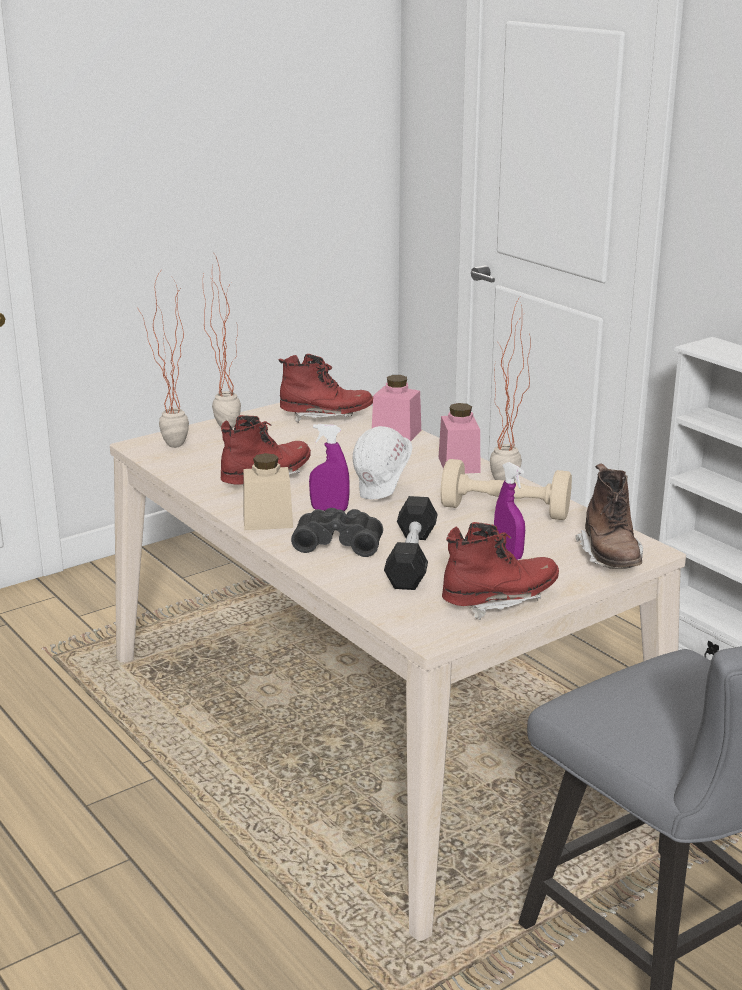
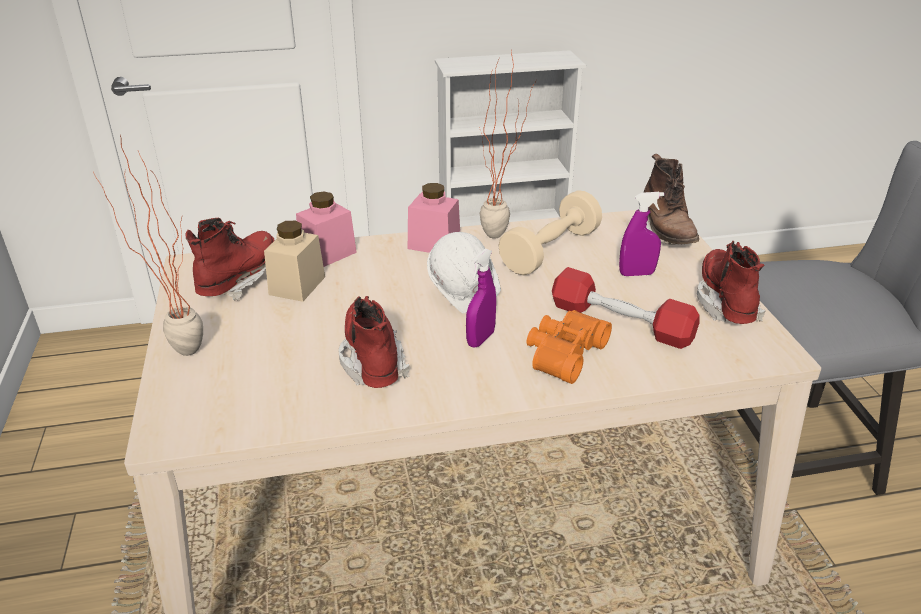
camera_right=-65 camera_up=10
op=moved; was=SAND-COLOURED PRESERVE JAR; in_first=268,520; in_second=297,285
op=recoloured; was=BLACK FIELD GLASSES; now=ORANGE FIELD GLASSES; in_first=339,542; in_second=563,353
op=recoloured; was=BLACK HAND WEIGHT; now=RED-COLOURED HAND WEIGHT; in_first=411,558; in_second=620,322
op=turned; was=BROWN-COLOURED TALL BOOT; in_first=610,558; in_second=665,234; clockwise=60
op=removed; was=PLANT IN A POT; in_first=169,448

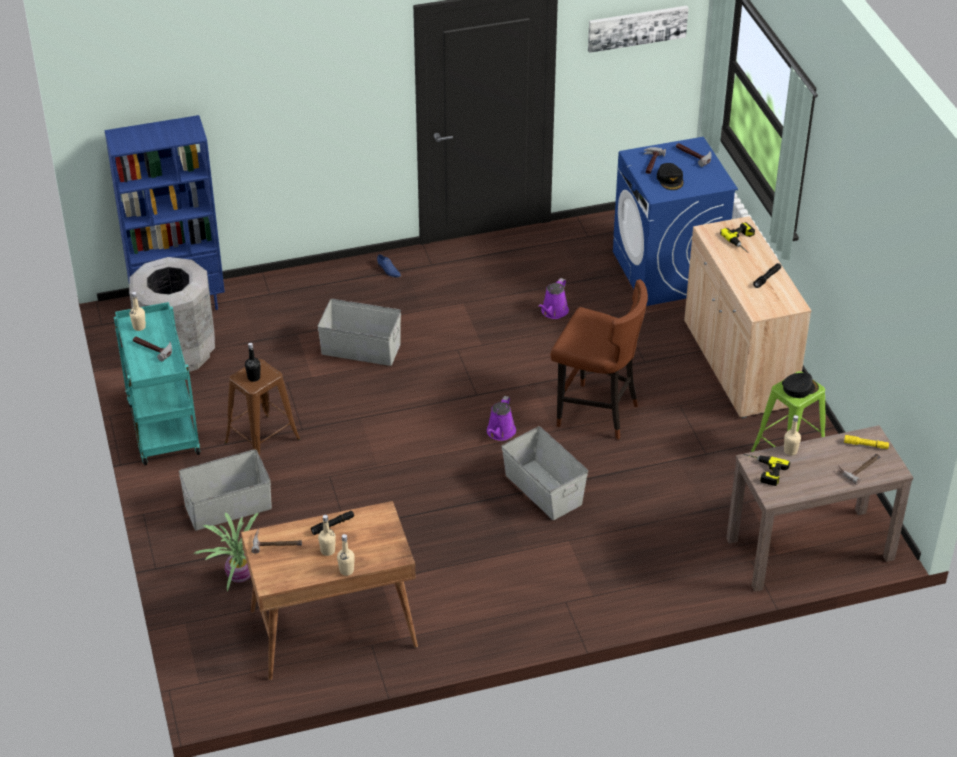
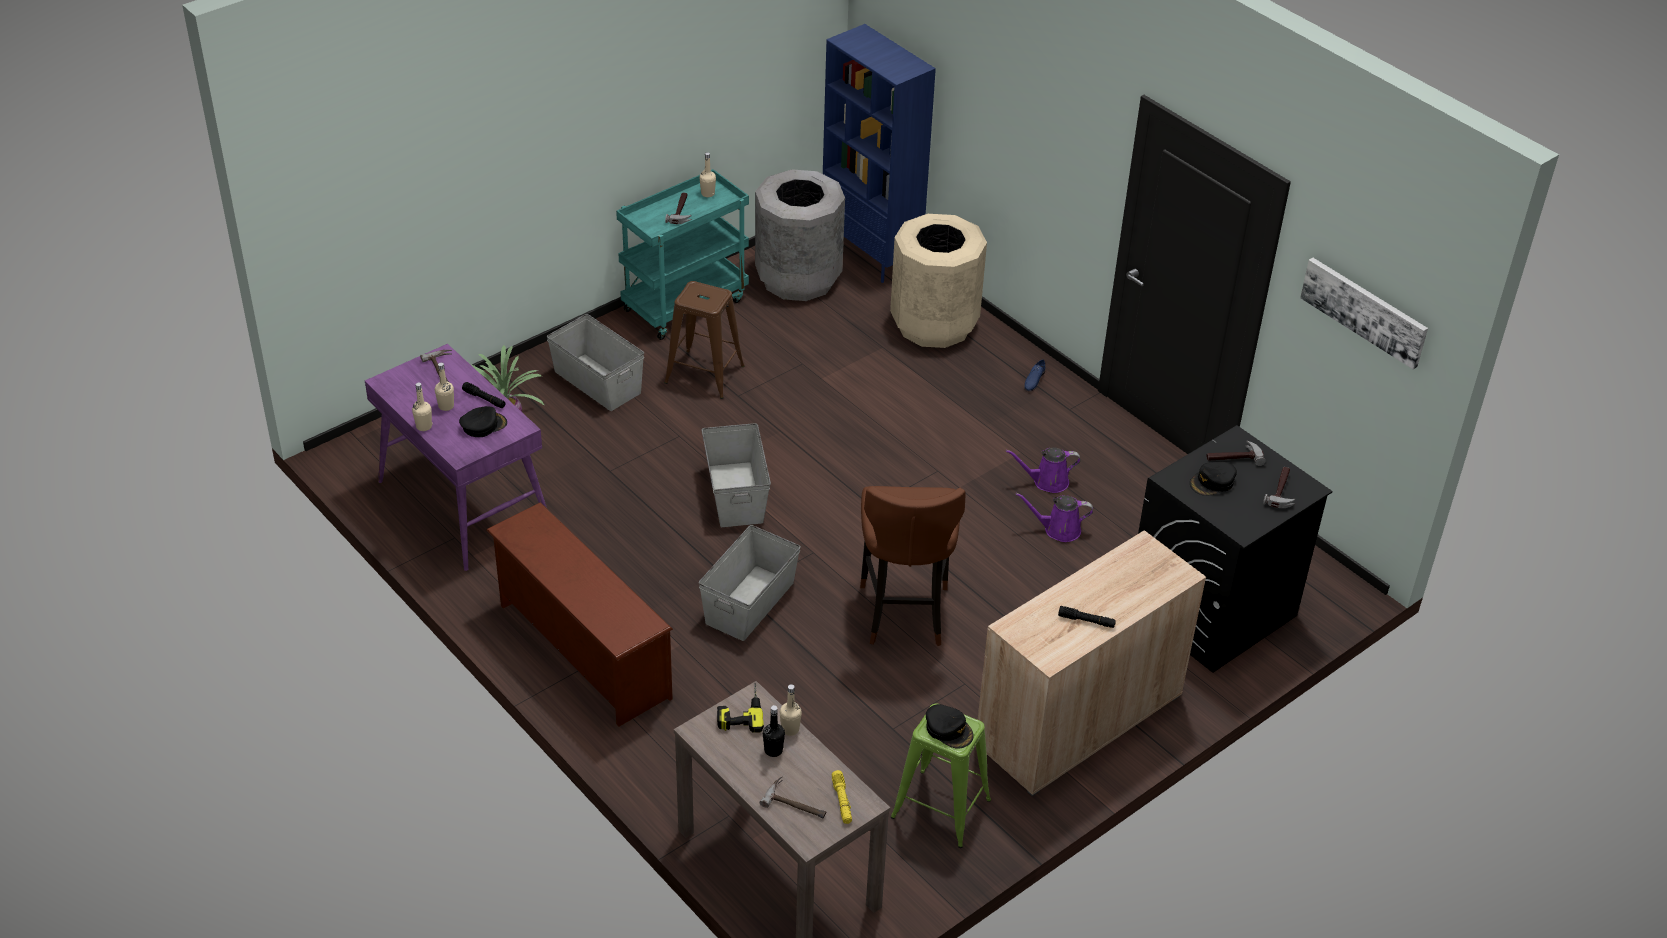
camera_right=65 camera_up=0
op=recoloured; was=BROWN-COLOURED DESK; now=PURPLISH DESK; in_first=332,630; in_second=463,504
op=added; now=BLACK BASEBALL CAP; in_second=483,425
op=added; now=BROWN-COLOURED SHOE STAND; in_second=581,651
op=moved; was=GREY STORAGE CONTAINER; in_first=360,348; in_second=736,493
op=moved; was=BLACK BOTTLE; in_first=254,377; in_second=773,750
op=added; now=SAND-COLOURED WASTE BIN; in_second=934,324
op=moved; was=PURPLISH WATERING CAN; in_first=500,433; in_second=1047,482
op=recoloured; was=BLUISH WASHING MACHINE; now=BLACK WASHING MACHINE; in_first=668,272; in_second=1210,610
op=removed; was=POWER DRILL; in_first=743,241

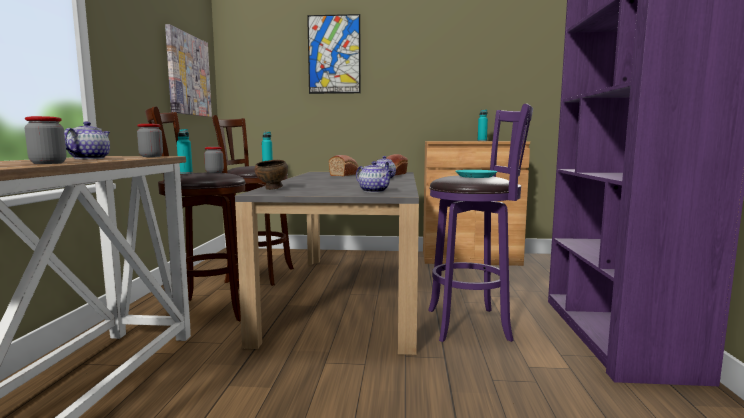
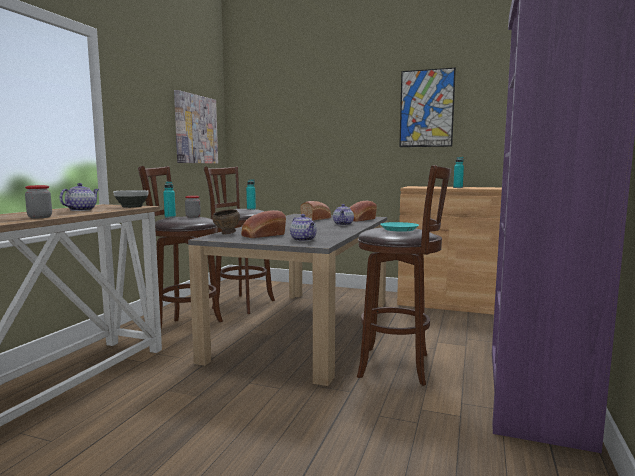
camera_right=15 camera_up=0
op=replaced; was=PRESERVE JAR; now=SERVING BOWL; in_first=151,156; in_second=131,206
op=added; now=BAKED BREAD; in_second=262,235
op=recoloured; was=PURPLISH STOOL; now=BROWN-COLOURED STOOL; in_first=473,324; in_second=399,366
op=moved; was=WALL ART; in_first=334,54; in_second=426,108

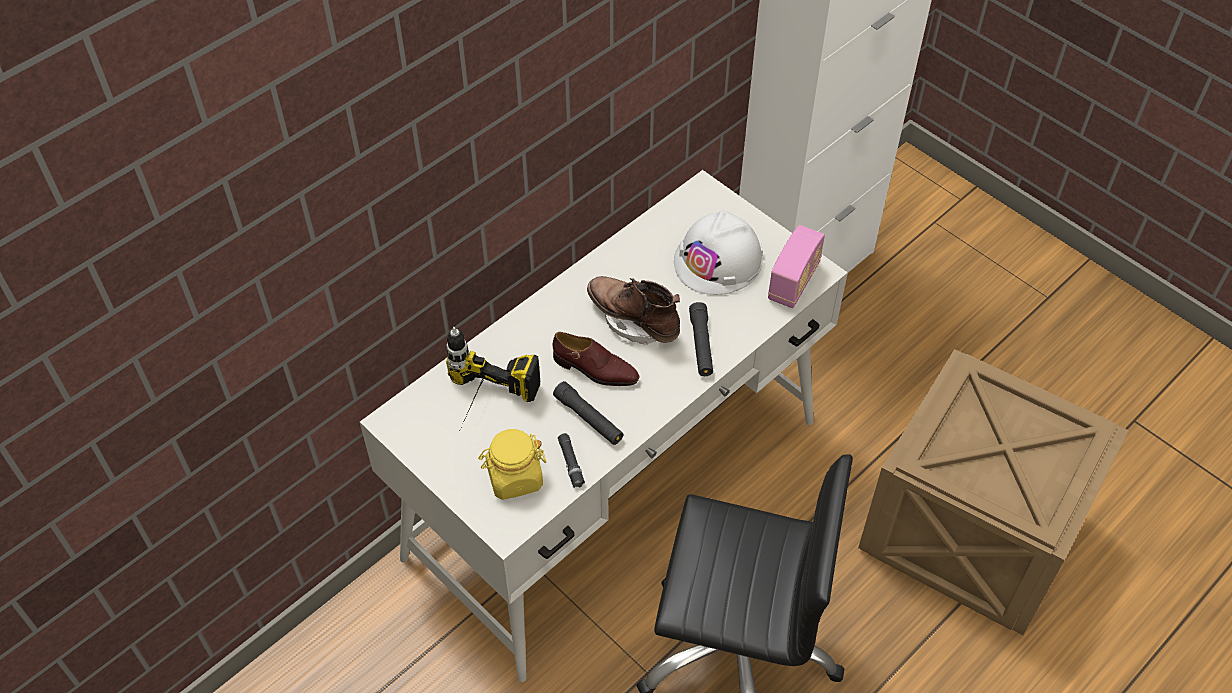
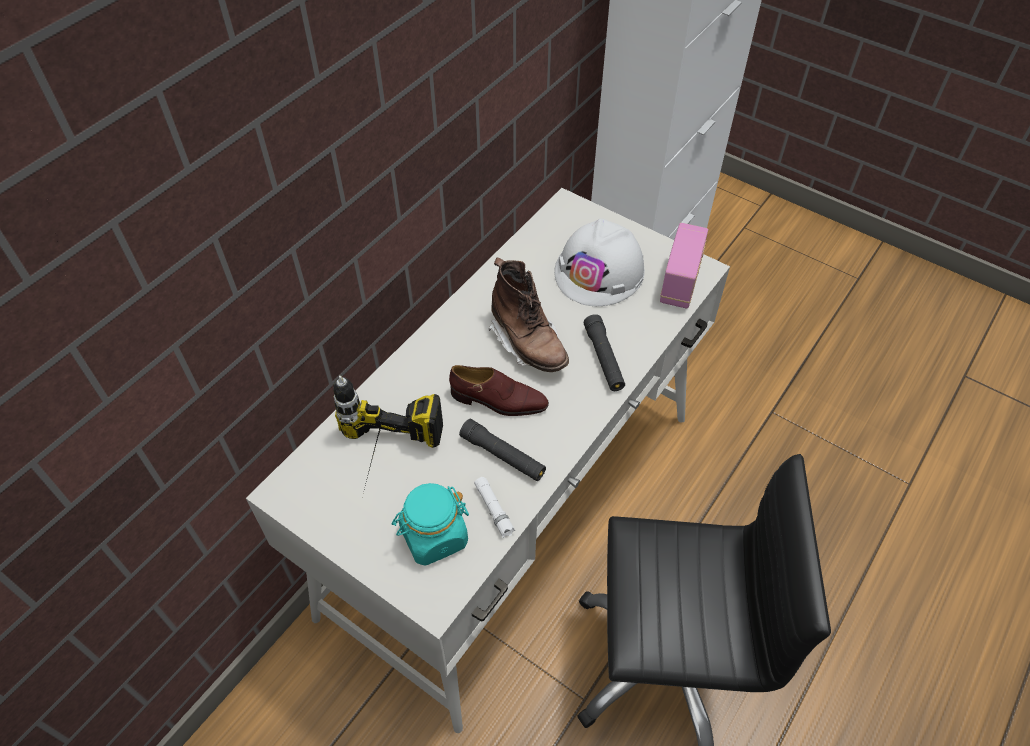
camera_right=-10 camera_up=0
op=recoloured; was=YELLOW PRESERVE JAR; now=TURQUOISE-COLOURED PRESERVE JAR; in_first=514,477; in_second=433,536
op=recoloured; was=BLACK TORCH; now=WHITE-COLOURED TORCH; in_first=571,463; in_second=494,510
op=turned; was=BROWN-COLOURED TALL BOOT; in_first=634,320; in_second=528,343; clockwise=-150
op=removed; was=CRATE; in_first=973,534

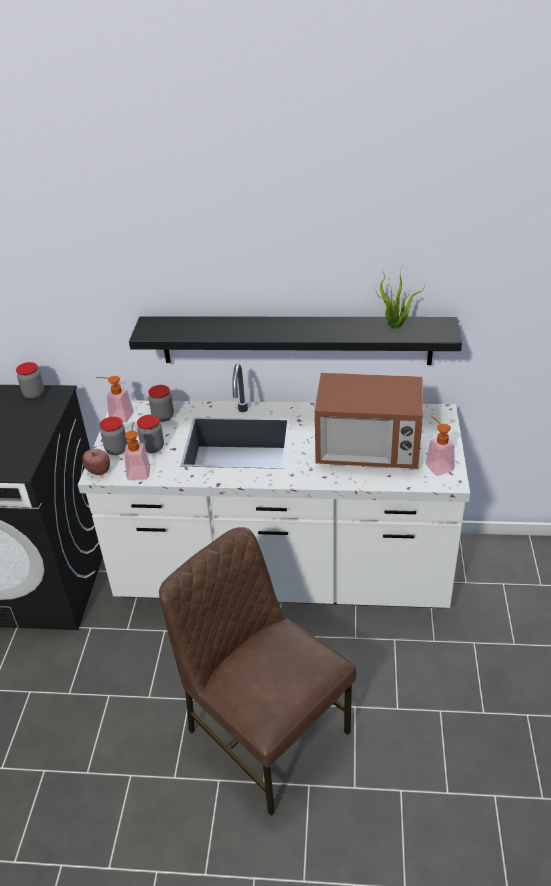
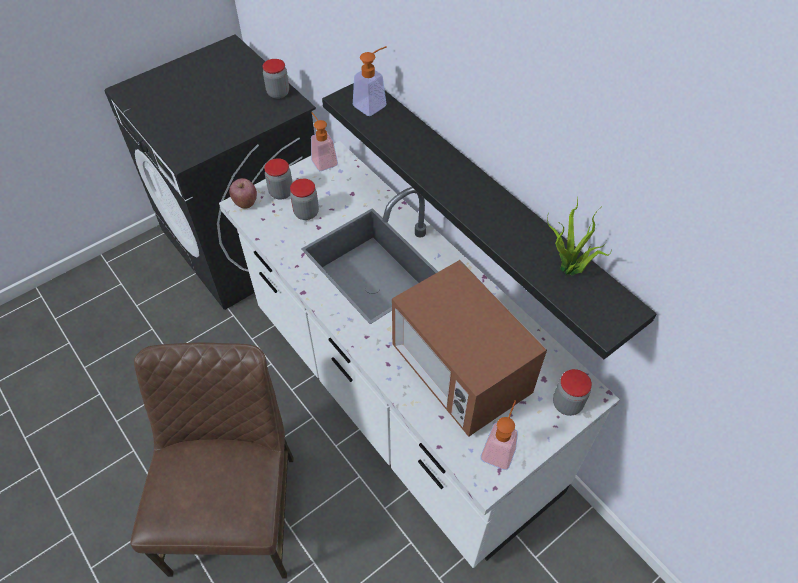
camera_right=45 camera_up=15
op=moved; was=LIQUID SOAP BOTTLE; in_first=139,470; in_second=373,103
op=moved; was=PRESERVE JAR; in_first=163,416; in_second=567,404

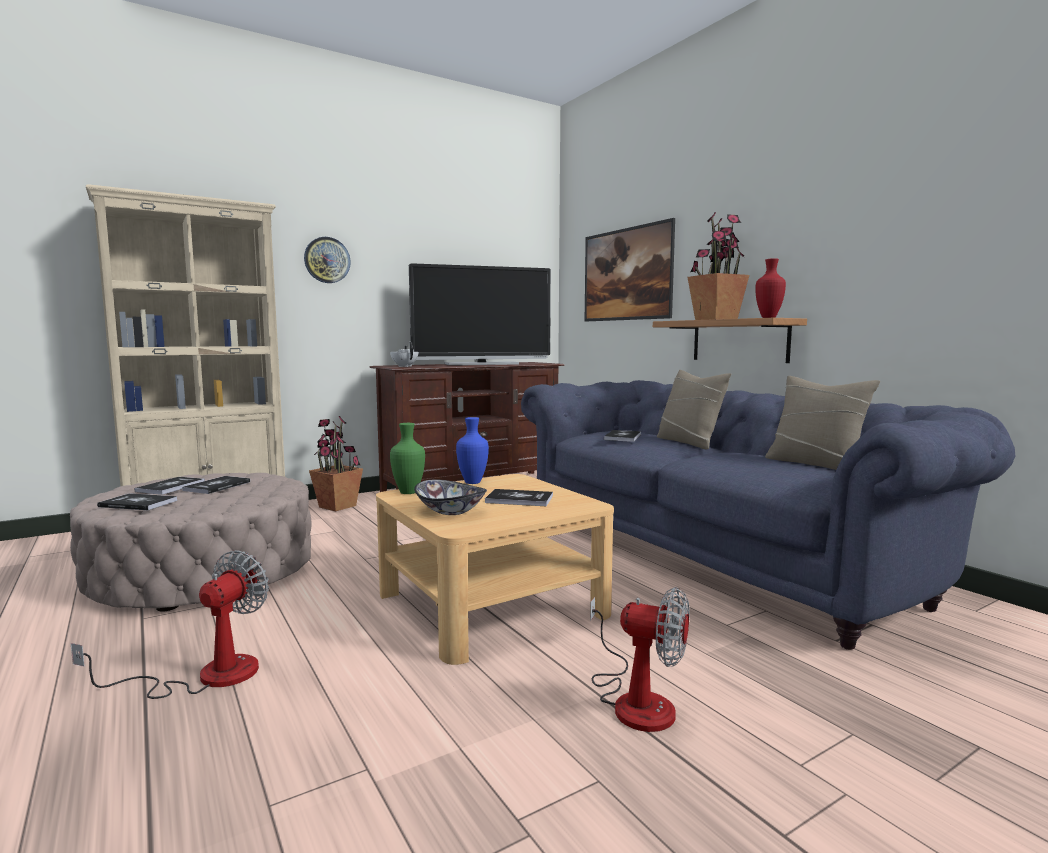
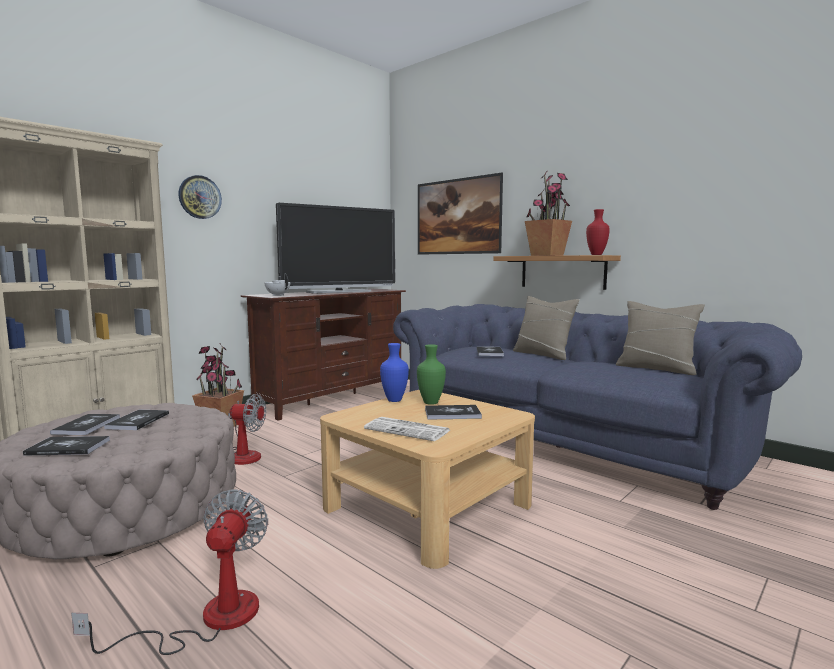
camera_right=-15 camera_up=0
op=moved; was=ELECTRIC FAN; in_first=635,699; in_second=243,454
op=replaced; was=SERVING BOWL; now=PRINTED PAPER; in_first=451,511; in_second=408,430
op=moved; was=GREEN DECORATIVE VASE; in_first=409,492; in_second=431,403

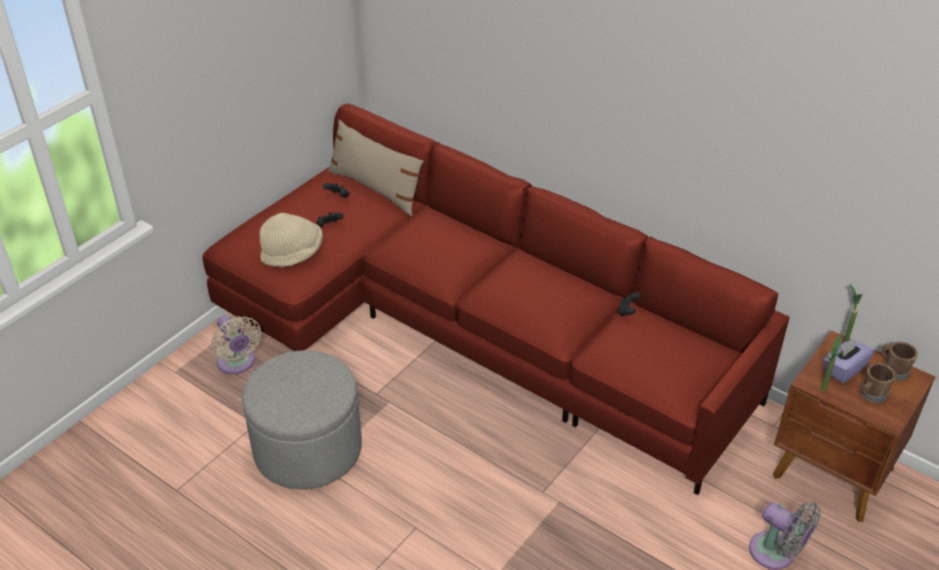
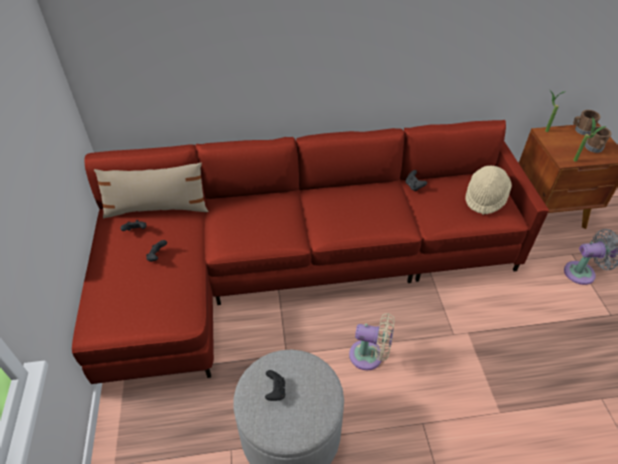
camera_right=-45 camera_up=5
op=added; now=BLACK JOYPAD; in_second=275,391
op=moved; was=SAND-COLOURED ELECTRIC FAN; in_first=237,363; in_second=370,356
op=moved; was=SAND-COLOURED CLOTHING HAT; in_first=293,254; in_second=485,198
op=removed; was=PURPLISH TISSUE BOX; in_first=843,369

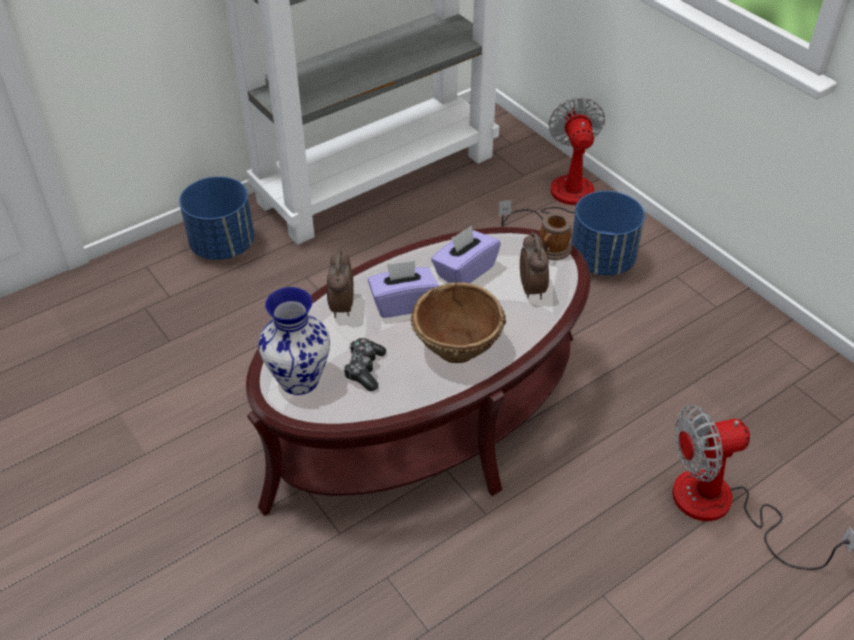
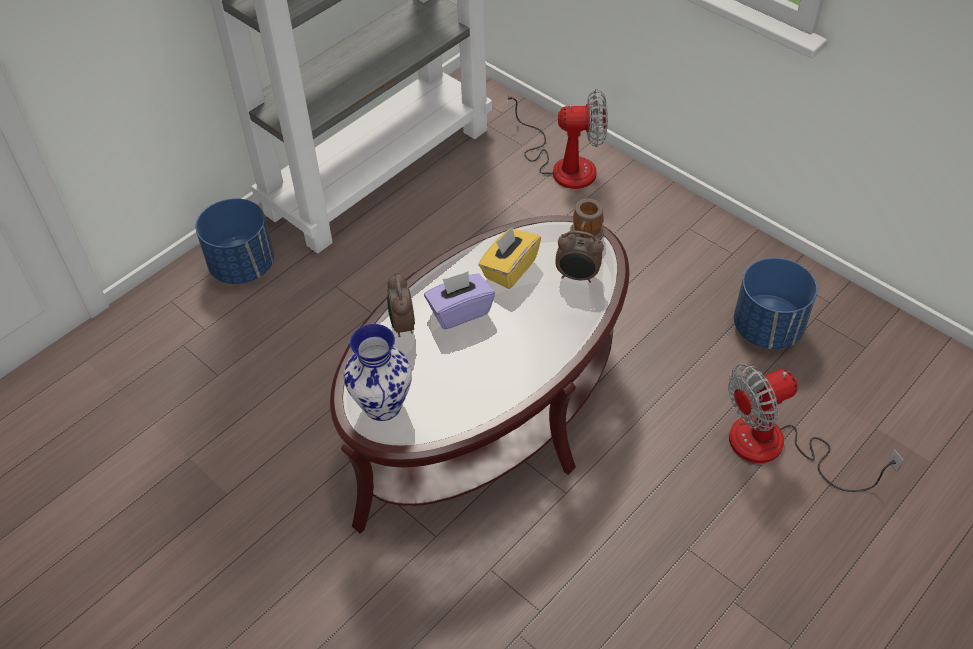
camera_right=-10 camera_up=5
op=recoloured; was=PURPLISH TISSUE BOX; now=YELLOW TISSUE BOX; in_first=464,271; in_second=509,269
op=turned; was=ELECTRIC FAN; in_first=560,198; in_second=563,164; clockwise=105
op=turned; was=TABLE CLOCK; in_first=532,289; in_second=577,277; clockwise=120
op=moved; was=BLUISH FLOWER POT; in_first=602,260; in_second=767,328
op=removed; was=JOYPAD; in_first=364,369
op=removed; was=BROWN-COLOURED SERVING BOWL; in_first=457,349

